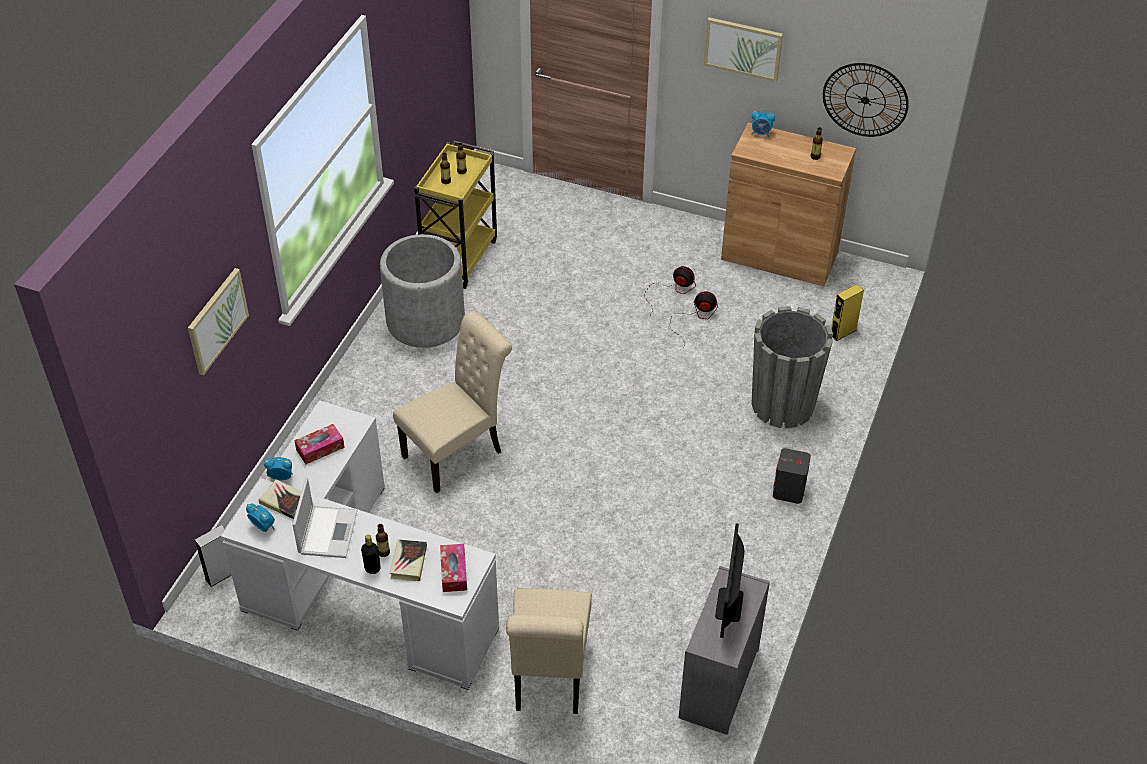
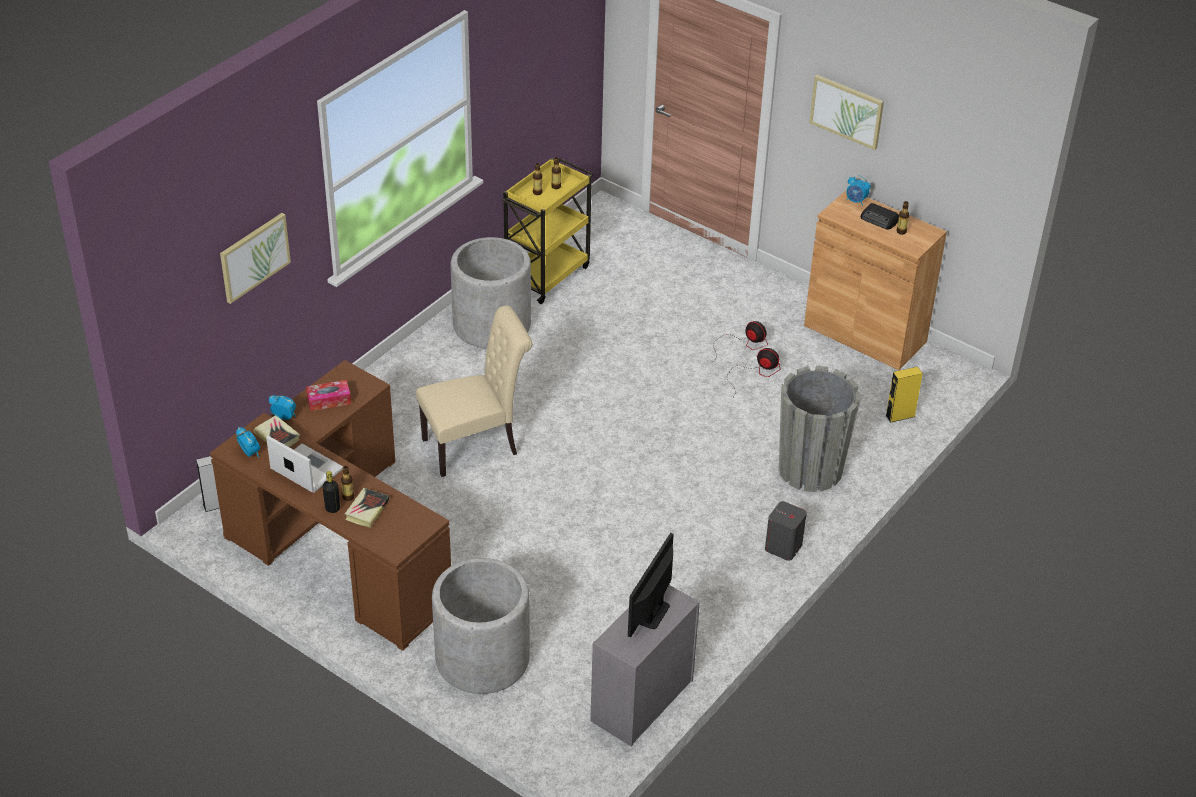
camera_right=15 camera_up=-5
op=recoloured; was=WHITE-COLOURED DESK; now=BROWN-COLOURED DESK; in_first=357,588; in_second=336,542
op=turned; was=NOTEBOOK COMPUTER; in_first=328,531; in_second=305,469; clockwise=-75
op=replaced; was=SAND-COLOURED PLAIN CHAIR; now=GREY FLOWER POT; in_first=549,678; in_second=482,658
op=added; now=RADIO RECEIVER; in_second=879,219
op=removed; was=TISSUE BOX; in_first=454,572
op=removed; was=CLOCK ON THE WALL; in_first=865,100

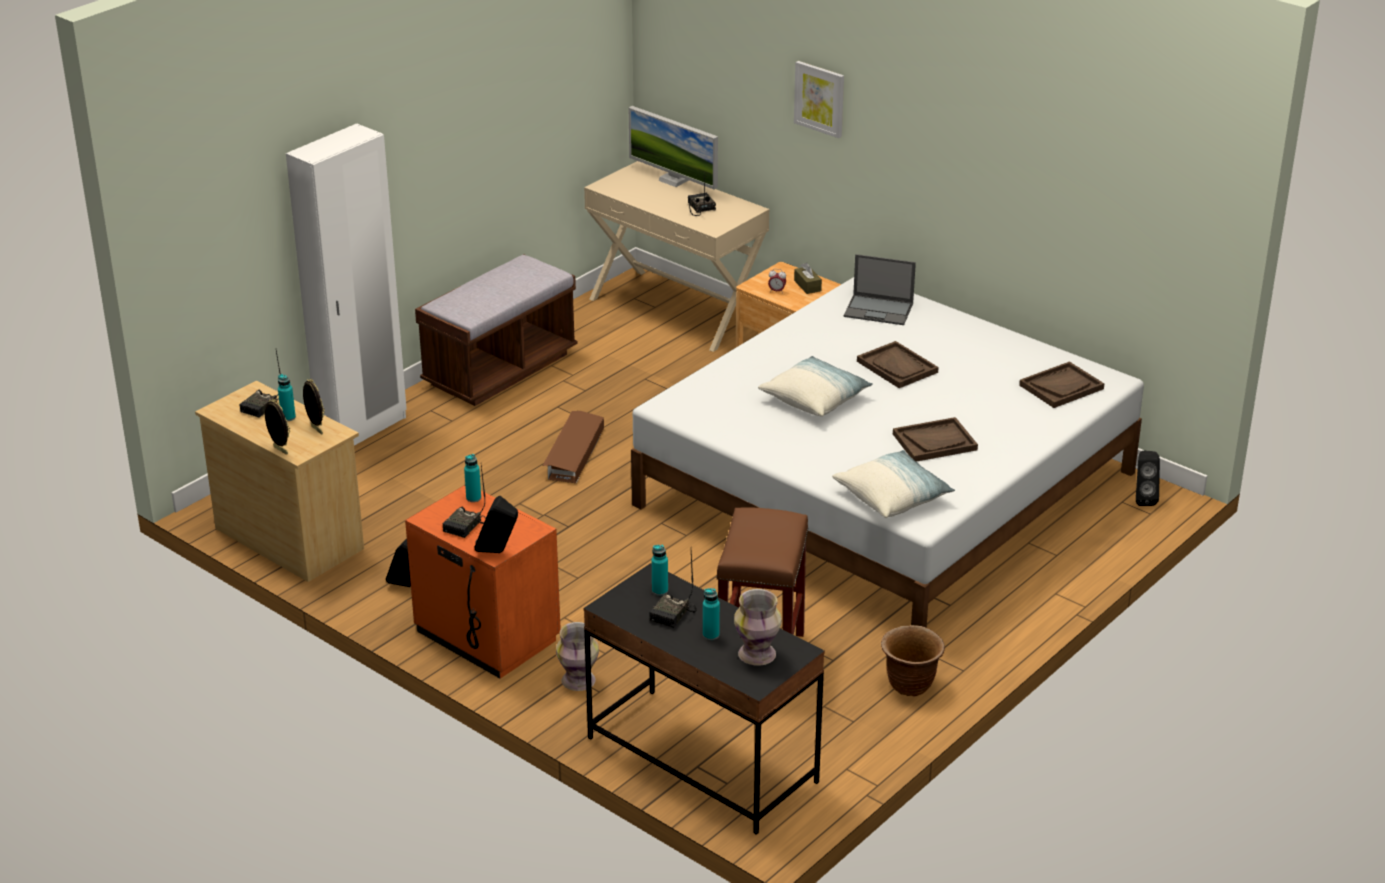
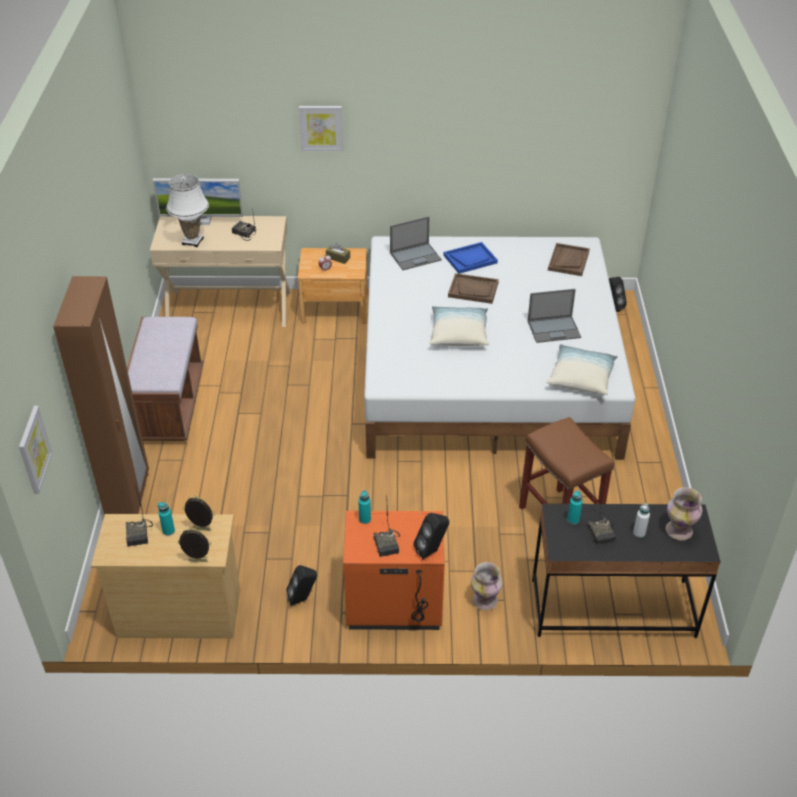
camera_right=-40 camera_up=10
op=added; now=WALL ART; in_second=34,449
op=recoloured; was=WHITE-COLOURED WARDROBE; now=BROWN-COLOURED WARDROBE; in_first=363,429; in_second=129,499
op=added; now=WHITE-COLOURED TABLETOP LAMP; in_second=192,241
op=added; now=BLUISH TRAY; in_second=470,259
op=replaced; was=BROWN-COLOURED TRAY; now=NOTEBOOK COMPUTER; in_first=934,442; in_second=554,329
op=recoloured; was=TURQUOISE-COLOURED BOTTLE; now=WHITE-COLOURED BOTTLE; in_first=711,635; in_second=639,533
op=removed; was=BROWN-COLOURED STORAGE CONTAINER; in_first=573,453
op=removed; was=BROWN-COLOURED FLOWER POT; in_first=909,684

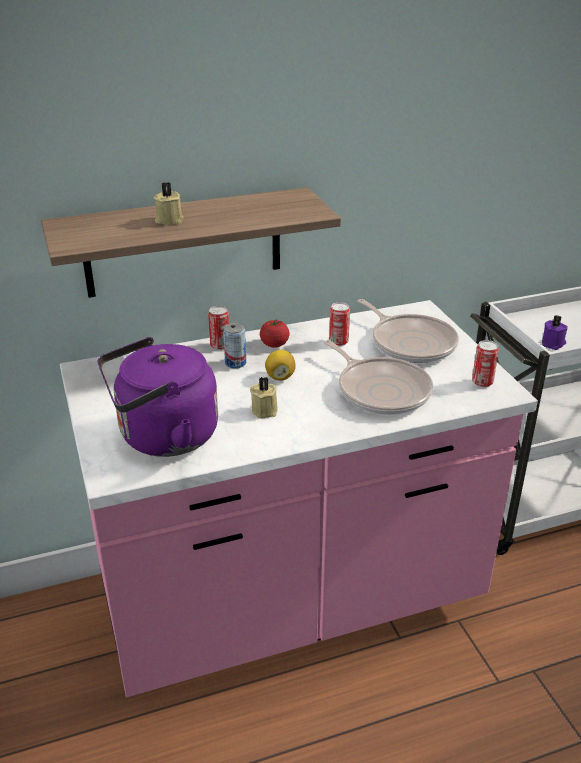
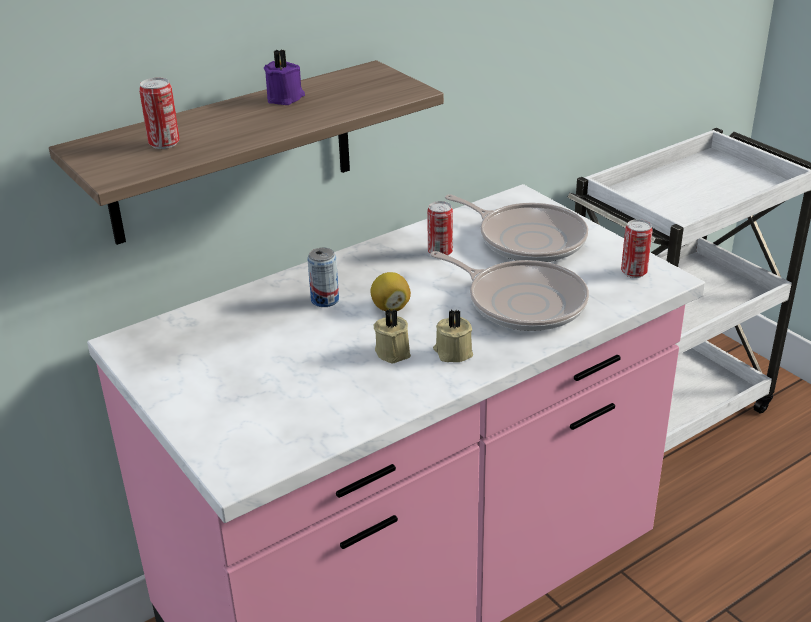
camera_right=-15 camera_up=0
op=moved; was=METAL CAN; in_first=220,345; in_second=164,143
op=moved; was=PURPLISH WAX CANDLE; in_first=553,344; in_second=286,98
op=moved; was=SAND-COLOURED WAX CANDLE; in_first=168,219; in_second=452,352
op=removed; was=PURPLISH KETTLE; in_first=163,437
op=removed; was=TOMATO; in_first=274,344

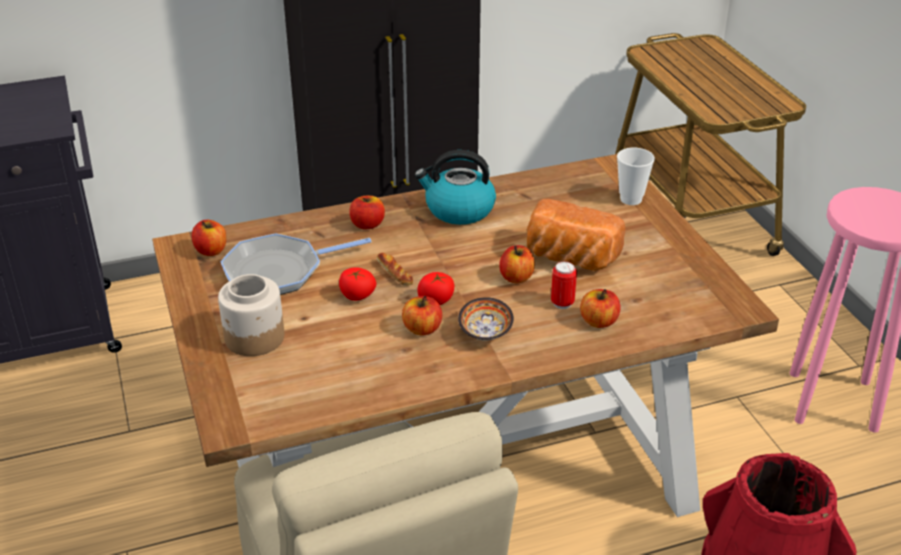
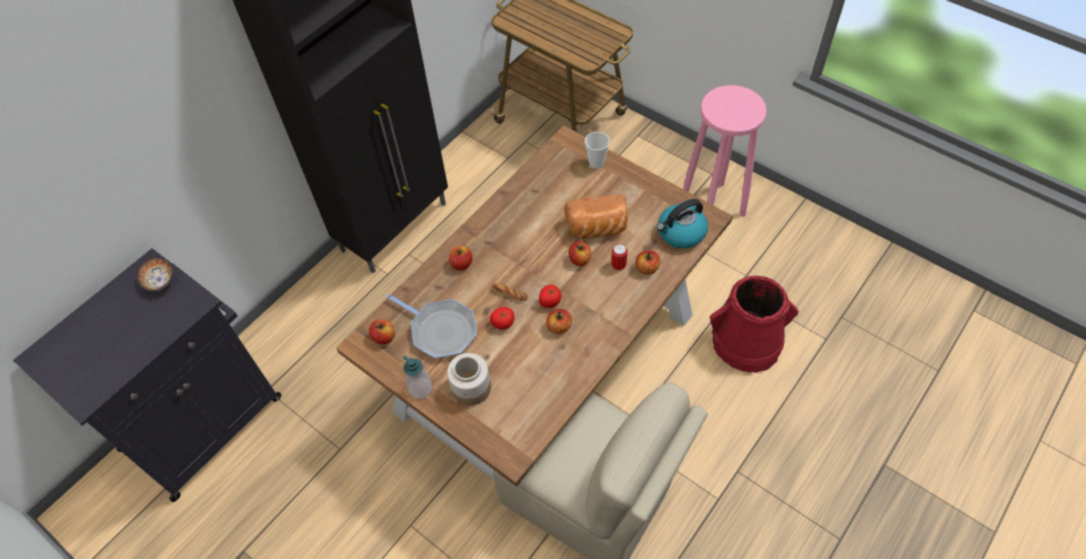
camera_right=-30 camera_up=20
op=moved; was=SERVING BOWL; in_first=484,333; in_second=159,281
op=turned; was=PAN; in_first=279,271; in_second=441,330; clockwise=-90
op=added; now=LIQUID SOAP BOTTLE; in_second=420,388
op=moved; was=KETTLE; in_first=458,210; in_second=680,233

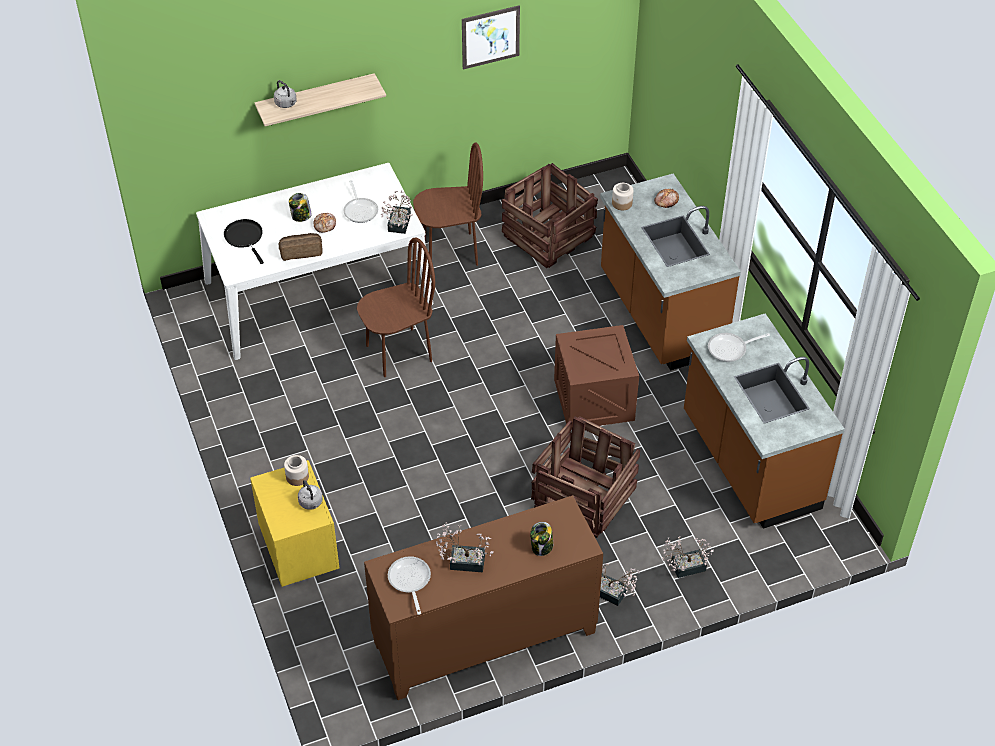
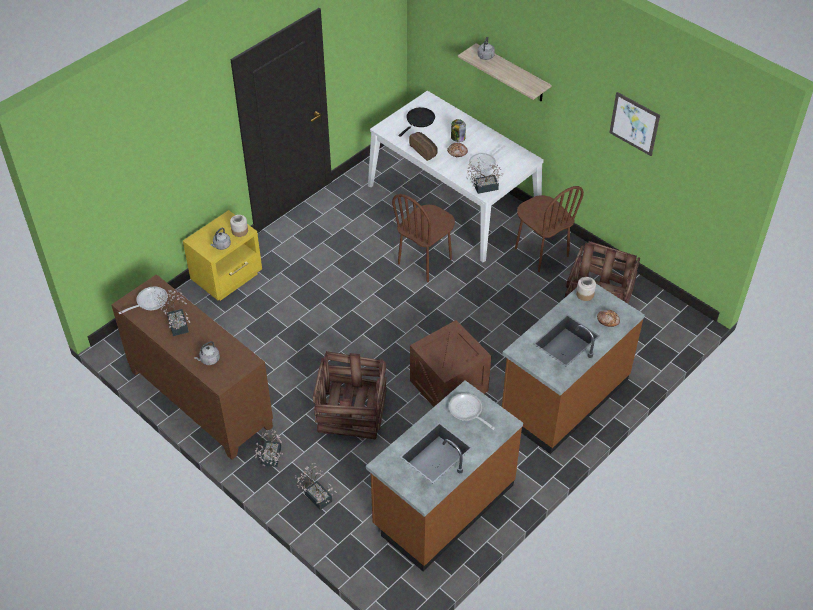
camera_right=65 camera_up=0
op=replaced; was=PRESERVE JAR; now=GREY KETTLE; in_first=542,547; in_second=209,360
op=turned; was=BROWN-COLOURED PLAIN CHAIR; in_first=399,353; in_second=425,261; clockwise=90

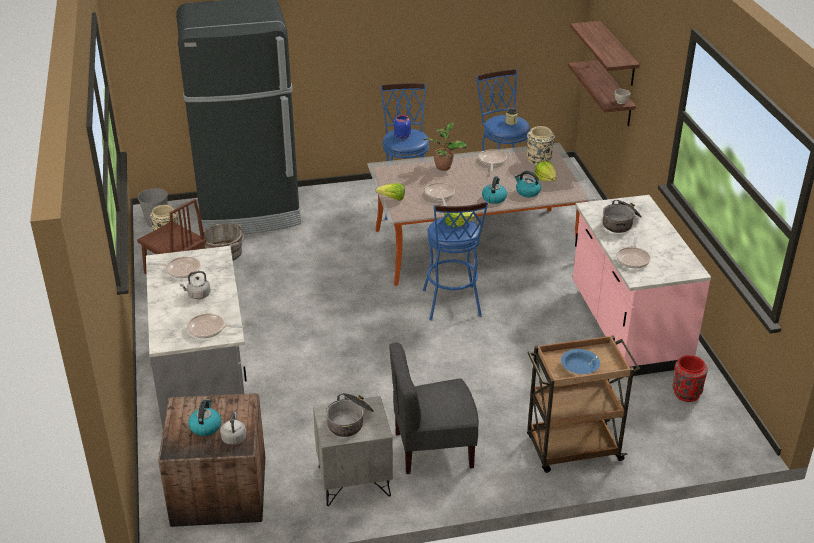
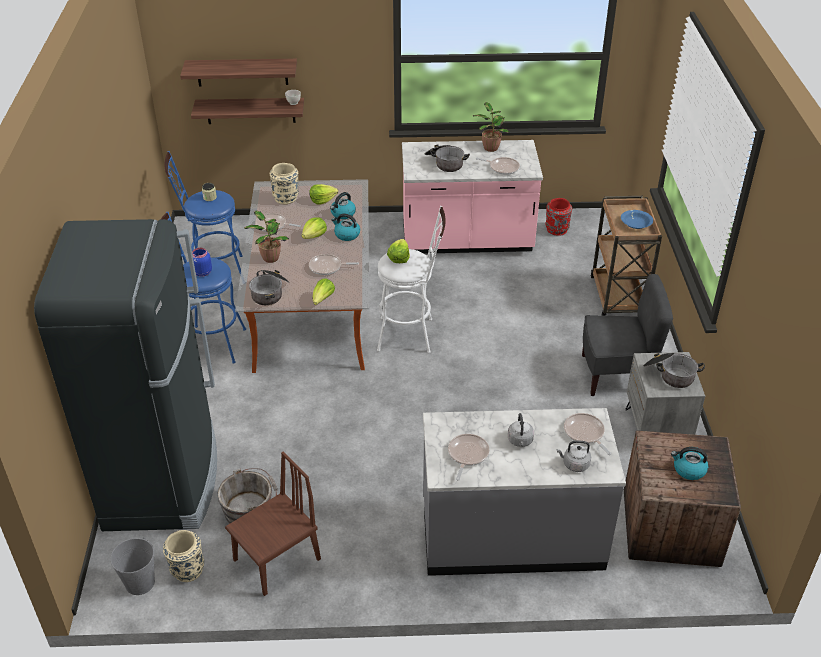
camera_right=-80 camera_up=5
op=added; now=SAUCEPOT; in_second=270,293
op=added; now=HEAD OF LETTUCE; in_second=314,236
op=recoloured; was=BLUISH STOOL; now=WHITE-COLOURED STOOL; in_first=452,306; in_second=411,335
op=added; now=PLANT IN A POT; in_second=490,147
op=moved; was=GREY KETTLE; in_first=234,437; in_second=574,464
op=turned; was=PAN; in_first=209,329; in_second=585,433; clockwise=135
op=turned; was=GREY PLAIN CHAIR; in_first=433,449; in_second=616,375; clockwise=-90

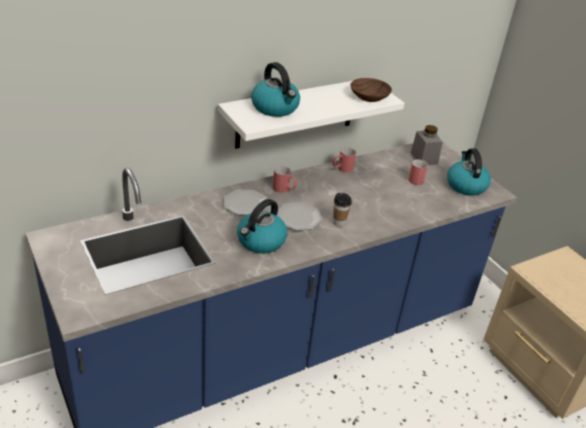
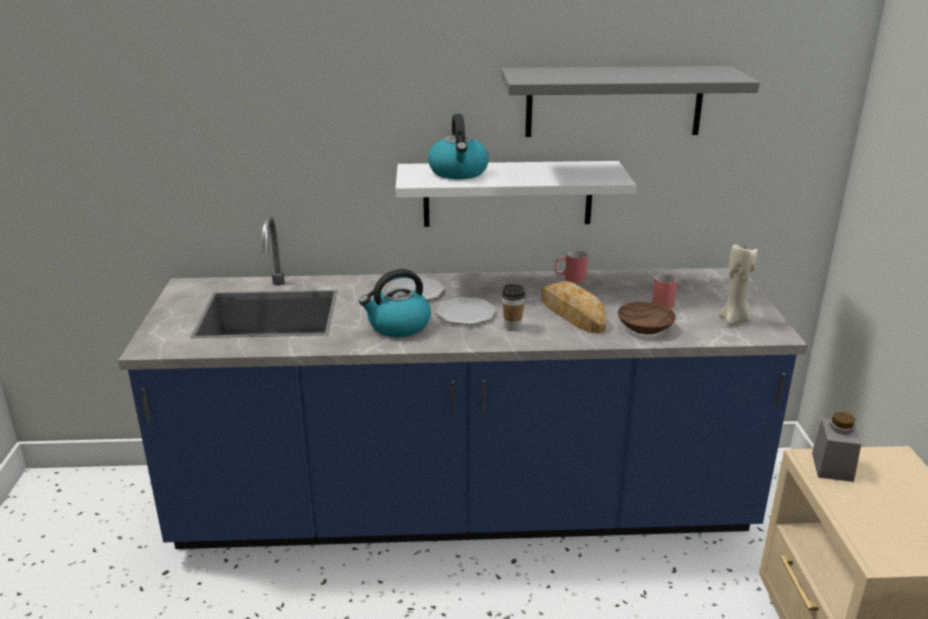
camera_right=30 camera_up=-10
op=added; now=GREY WALL SHELF; in_second=614,101
op=added; now=BAKED BREAD; in_second=572,313
op=moved; was=BROWN-COLOURED SERVING BOWL; in_first=370,96; in_second=646,327
op=replaced; was=KETTLE; now=SAND-COLOURED WAX CANDLE; in_first=465,185; in_second=734,320
op=moved; was=GREY PRESERVE JAR; in_first=424,158; in_second=832,467
op=removed; was=RED-COLOURED MUG; in_first=284,189

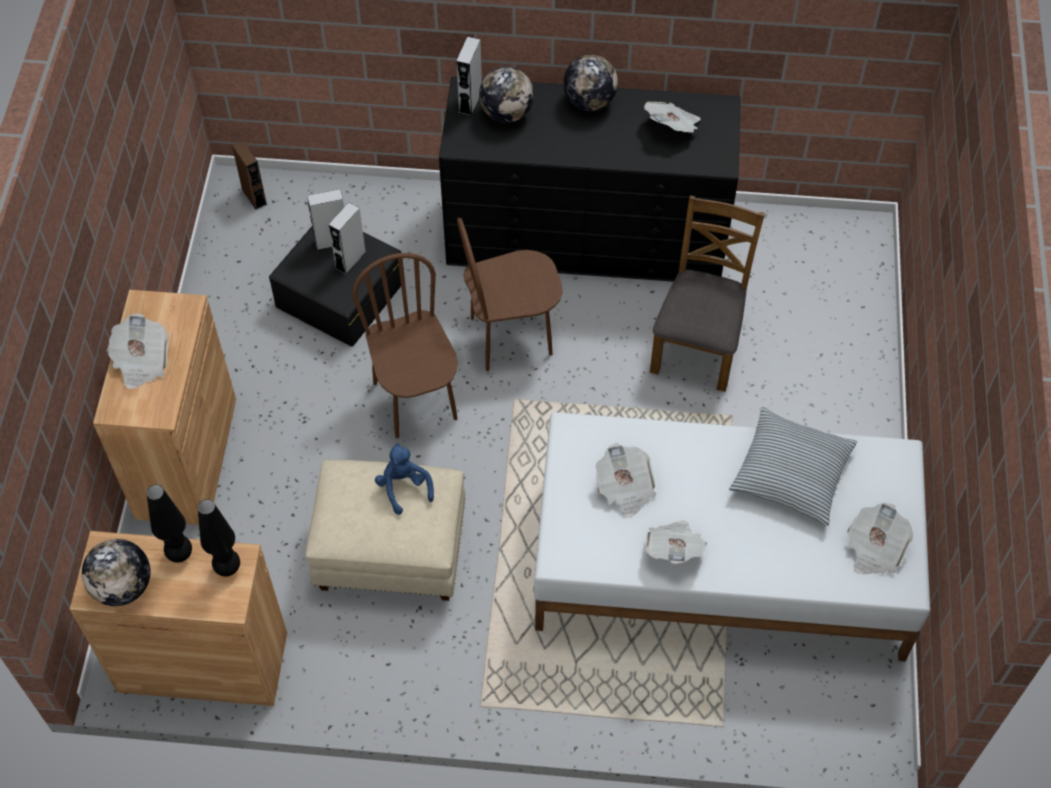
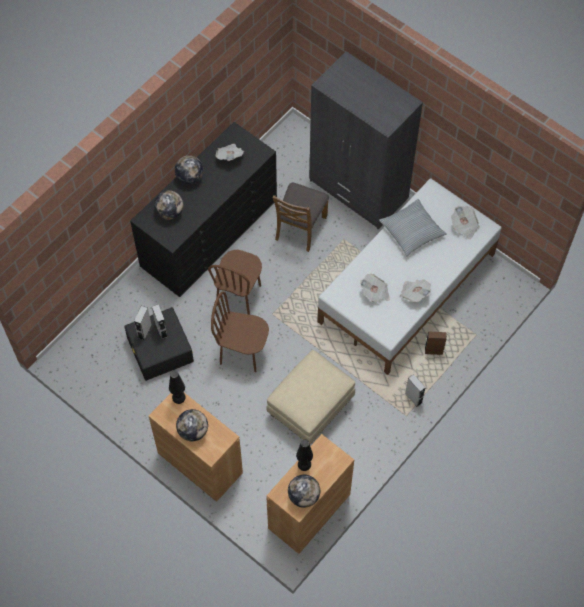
camera_right=-55 camera_up=5
op=moved; was=BLACK TABLETOP LAMP; in_first=228,568; in_second=179,399
op=replaced; was=PRINTED PAPER; now=DESK GLOBE; in_first=141,362; in_second=193,431
op=turned; was=BROWN-COLOURED PLAIN CHAIR; in_first=698,345; in_second=300,227; clockwise=-120
op=added; now=GREY WARDROBE; in_second=358,190
op=moved; was=GREY SPEAKER; in_first=470,101; in_second=413,398
op=moved; was=BROWN-COLOURED SPEAKER; in_first=254,196; in_second=433,351
op=removed; was=BLUISH PLUSH TOY; in_first=404,487

